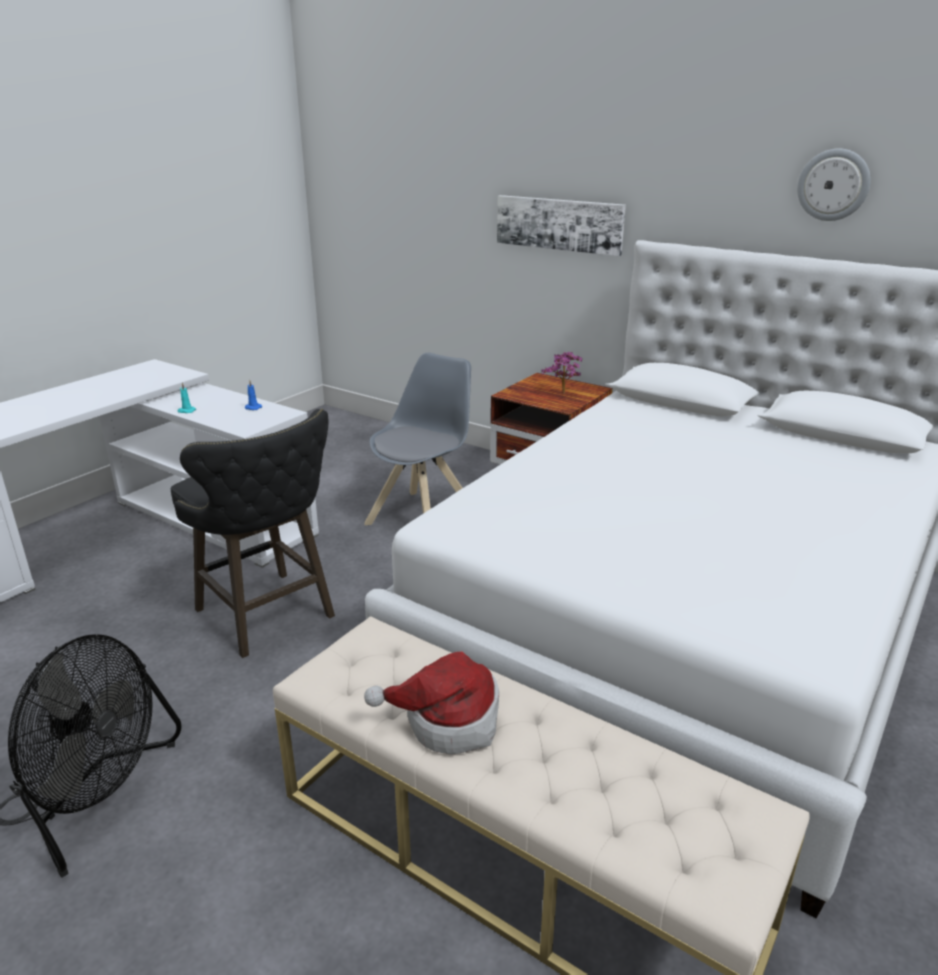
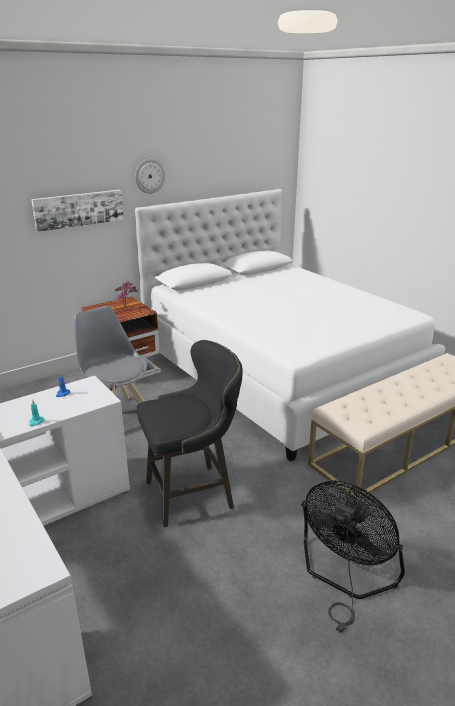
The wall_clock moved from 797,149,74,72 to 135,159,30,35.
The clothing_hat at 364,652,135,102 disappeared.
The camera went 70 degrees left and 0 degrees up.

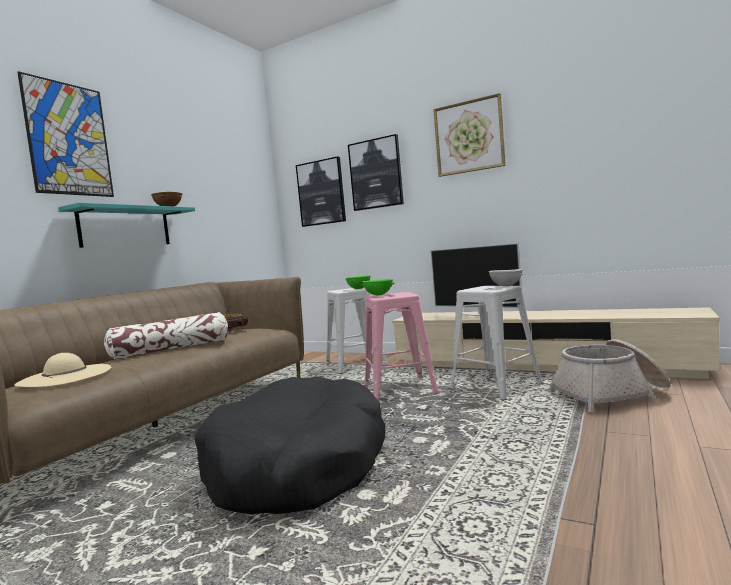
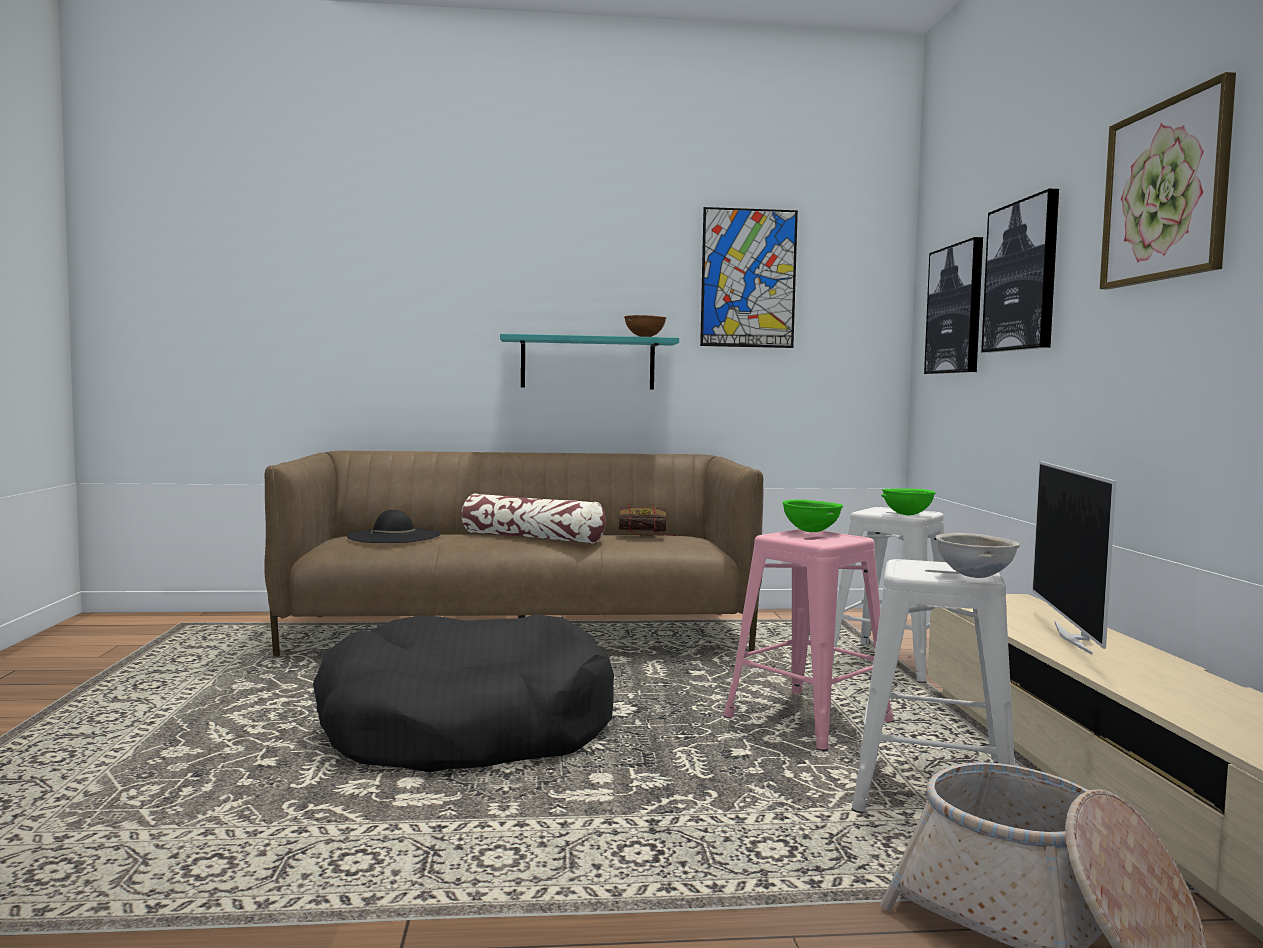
The beige-coloured_clothing_hat at 14,353,97,34 became the blackish_clothing_hat at 347,510,94,33.
The picture moved from 17,71,97,126 to 700,207,98,141.
The camera went 55 degrees right and 0 degrees up.

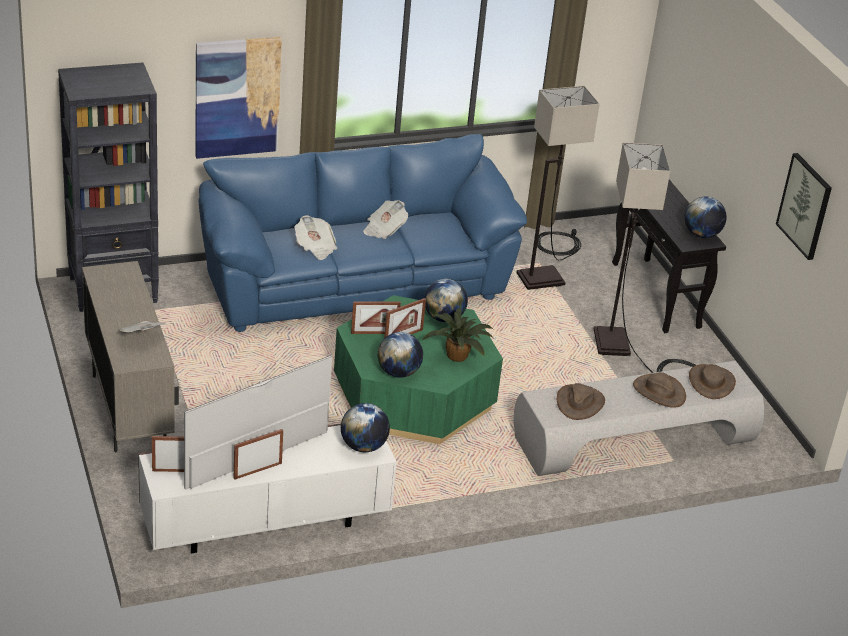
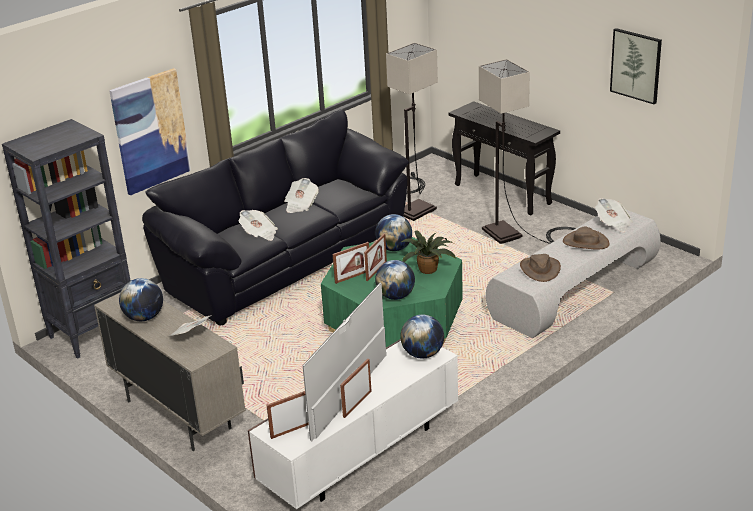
The desk_globe moved from 685,197,42,41 to 119,278,44,43.
The bluish_couch at 198,134,329,198 became the blackish_couch at 142,109,267,216.
The brownish_clothing_hat at 689,364,47,35 was replaced by the daily_paper at 595,198,38,34.
The camera went 20 degrees left and 5 degrees down.

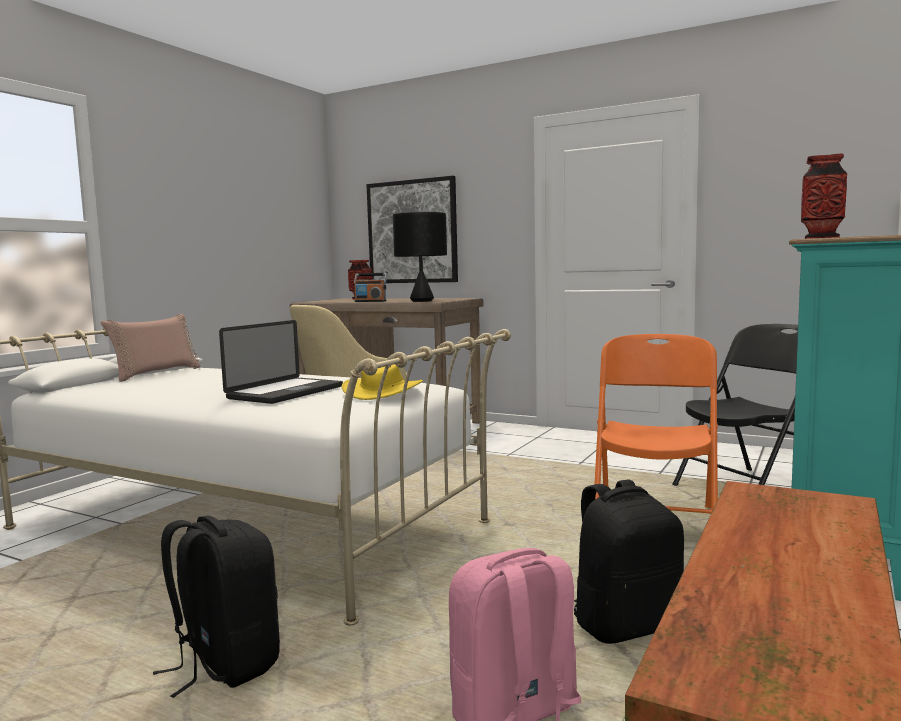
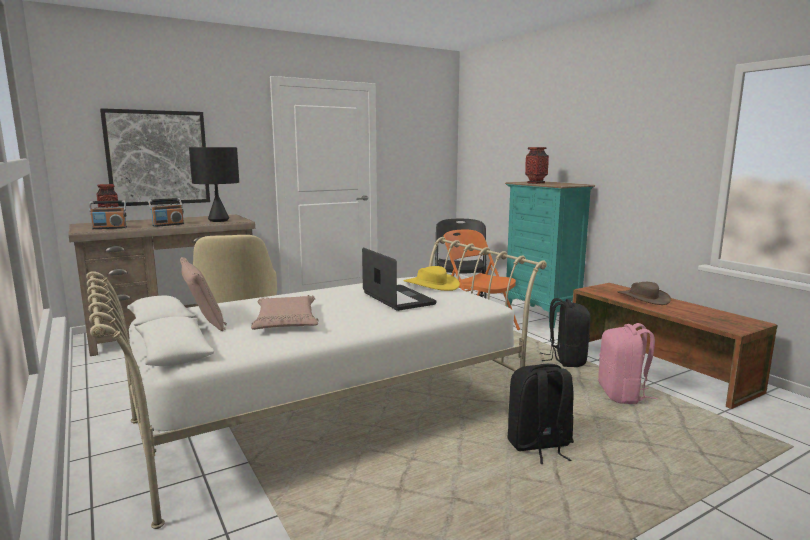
The radio_set at 89,201,38,28 appeared.
The beige-coloured_cushion at 251,295,67,35 appeared.
The brownish_clothing_hat at 618,282,53,23 appeared.
The camera went 60 degrees left and 5 degrees up.

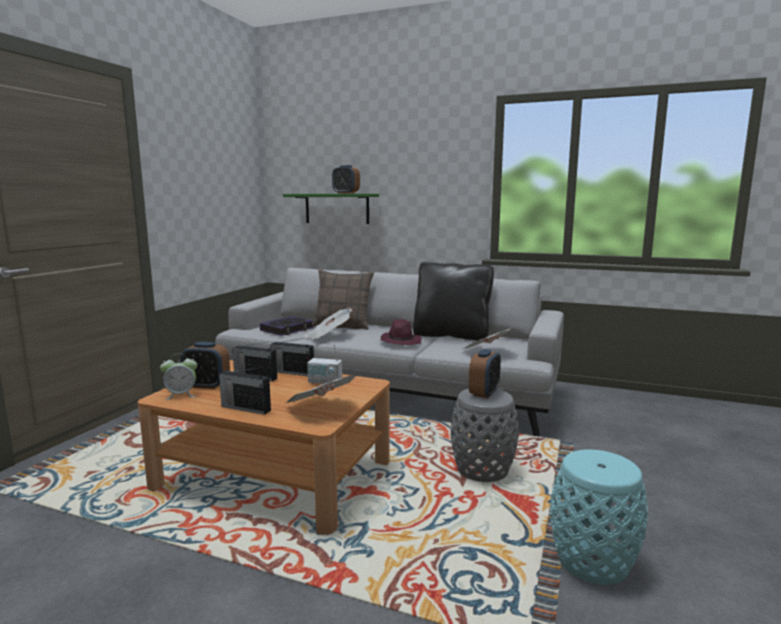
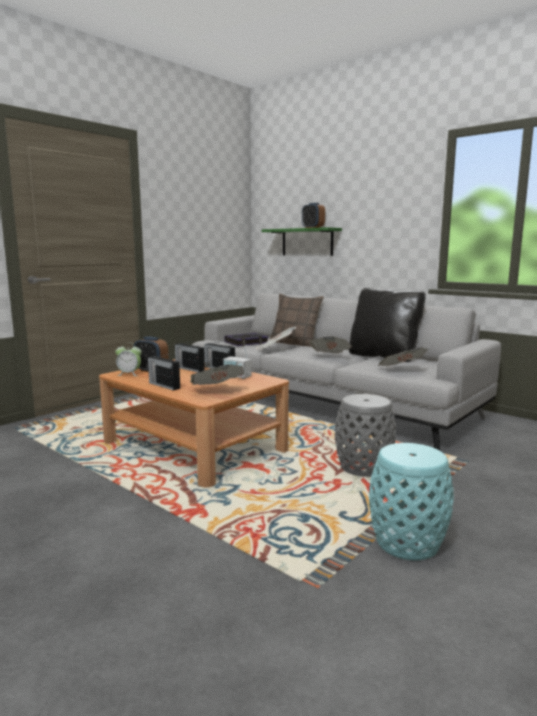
The purplish_clothing_hat at 381,319,40,26 was replaced by the daily_paper at 309,336,43,17.
The table_clock at 469,349,32,49 disappeared.
The camera went 20 degrees right and 0 degrees up.

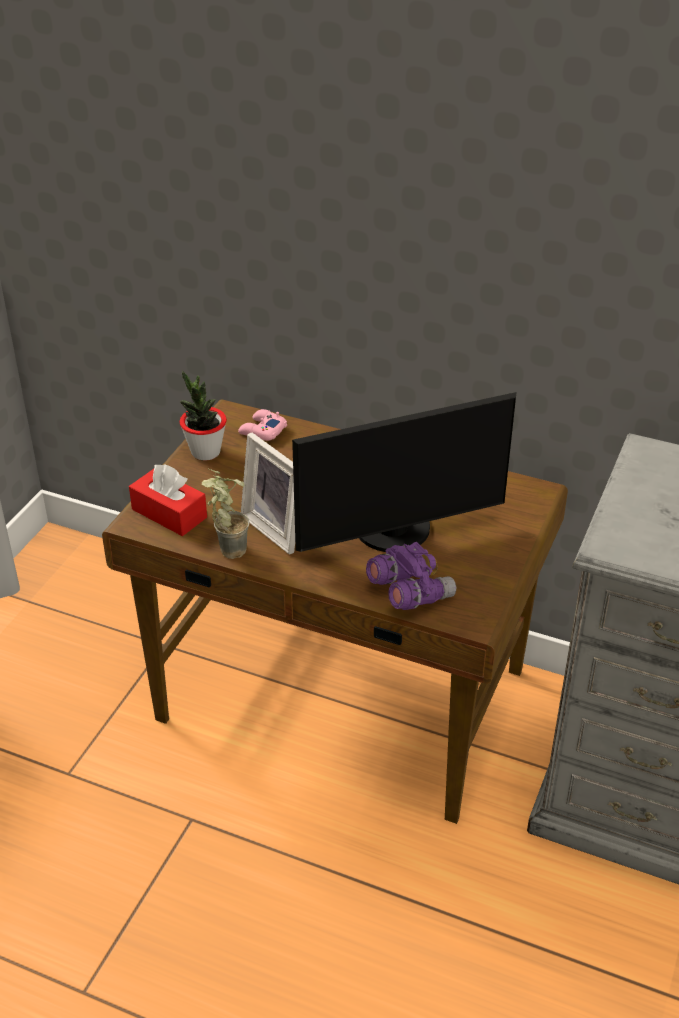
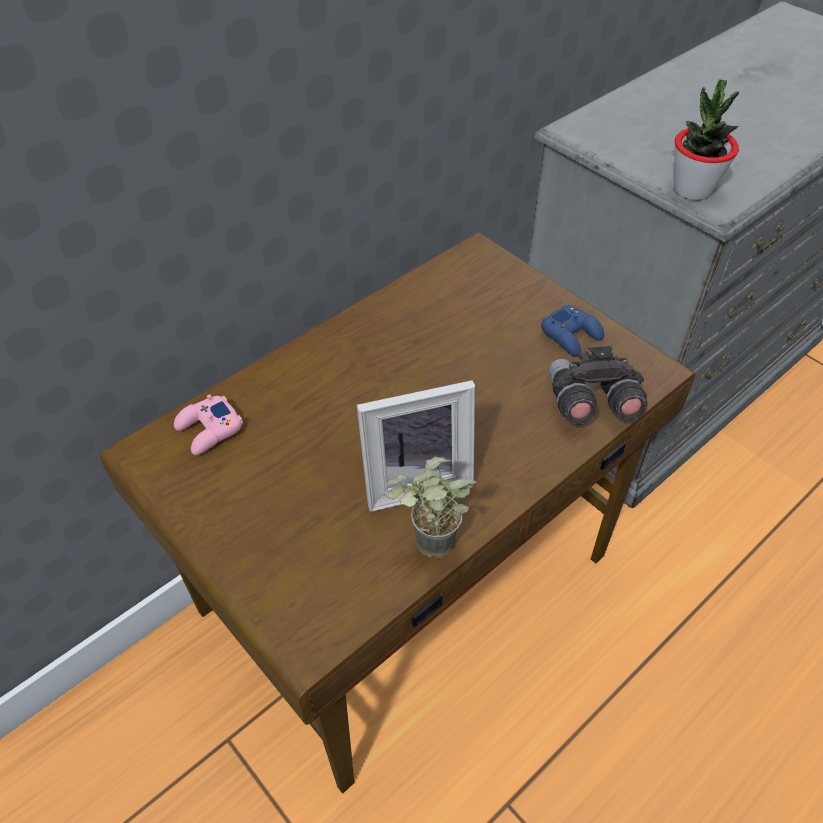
The bluish_joypad at 541,304,63,53 appeared.
The purplish_field_glasses at 366,542,90,68 became the gray_field_glasses at 548,346,100,78.
The potted_plant moved from 180,371,47,90 to 674,79,65,121.
The red_tissue_box at 129,464,78,72 disappeared.
The computer_screen at 292,392,224,160 disappeared.
The camera went 65 degrees left and 10 degrees up.

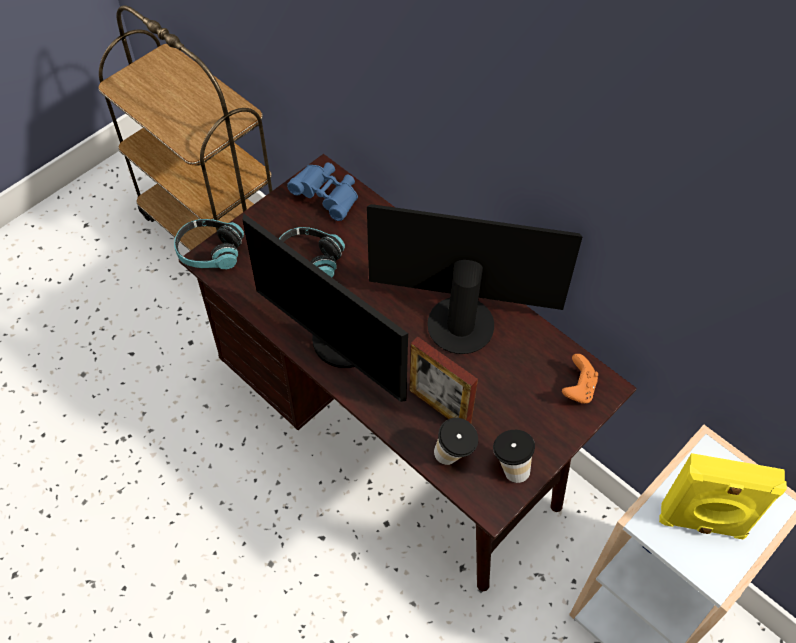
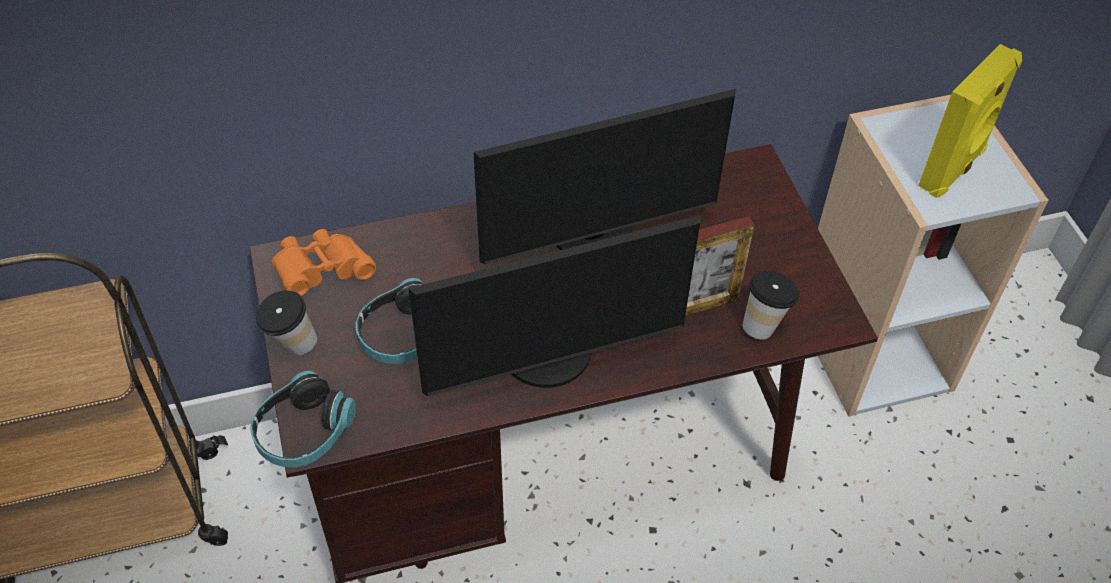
The small_cup moved from 493,430,42,53 to 256,290,61,65.
The bluish_field_glasses at 287,163,71,58 became the orange_field_glasses at 272,229,104,67.
The computer_screen at 367,204,215,150 turned 150 degrees counterclockwise.
The orange_joypad at 562,354,36,49 disappeared.
The camera went 60 degrees left and 5 degrees down.

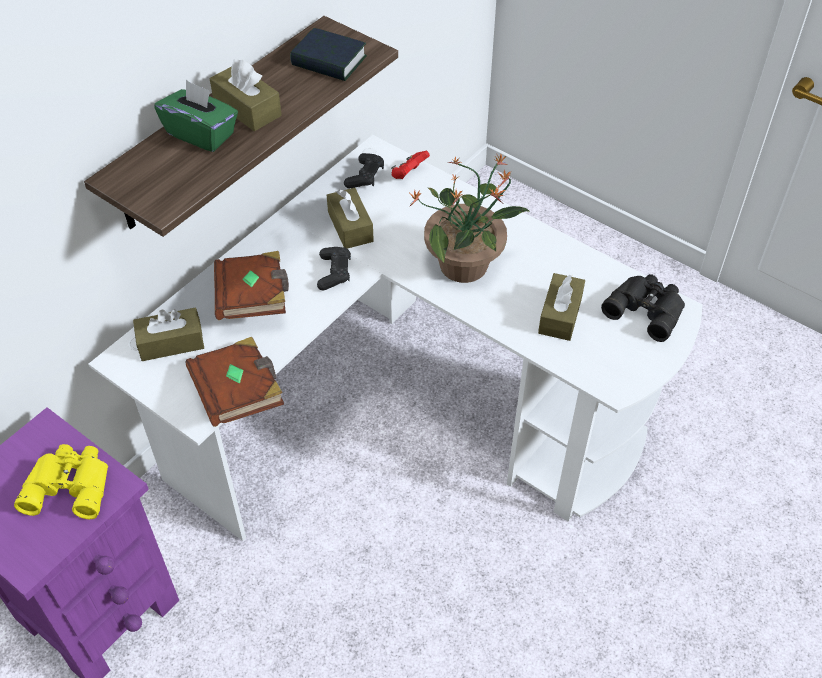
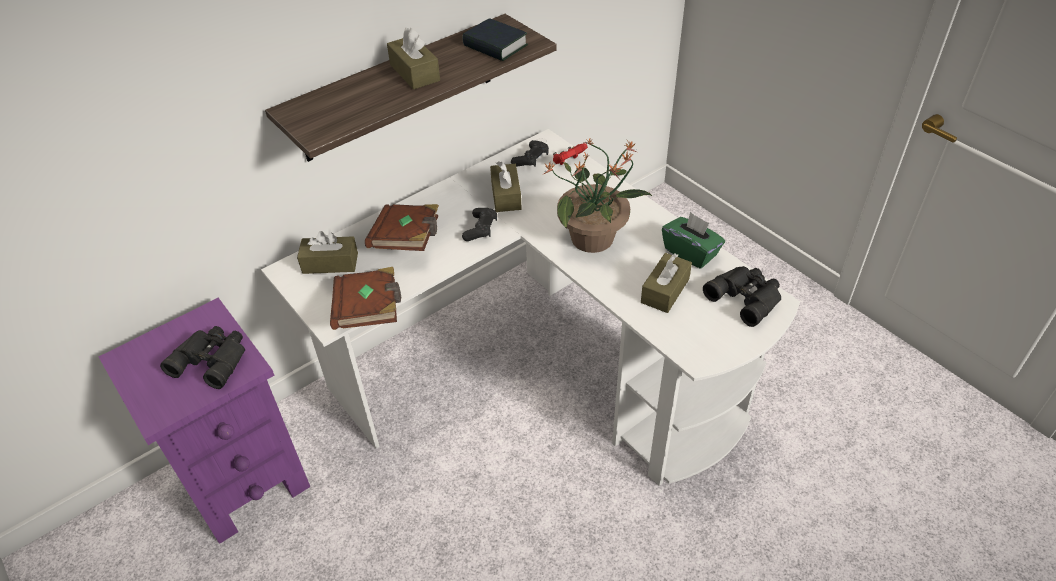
The yellow_field_glasses at 14,444,94,75 became the blackish_field_glasses at 160,326,85,63.
The green_tissue_box moved from 154,80,84,72 to 662,212,63,57.
The camera went 15 degrees right and 5 degrees down.

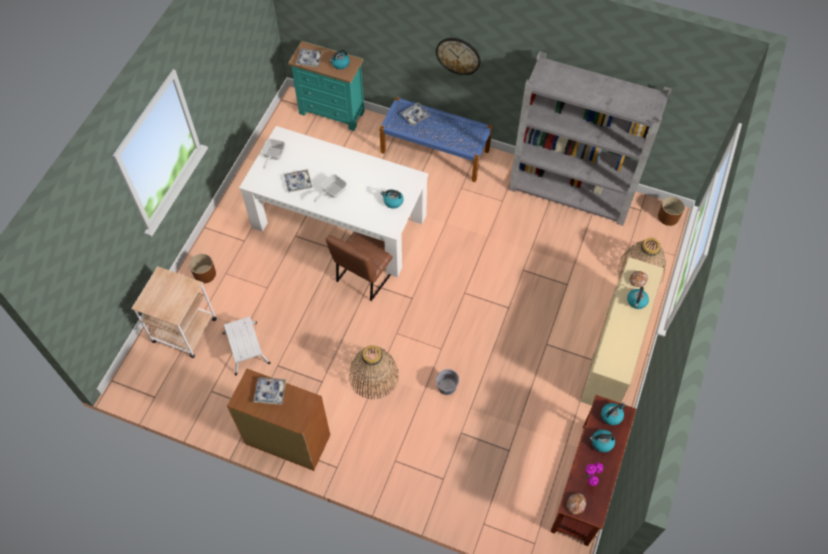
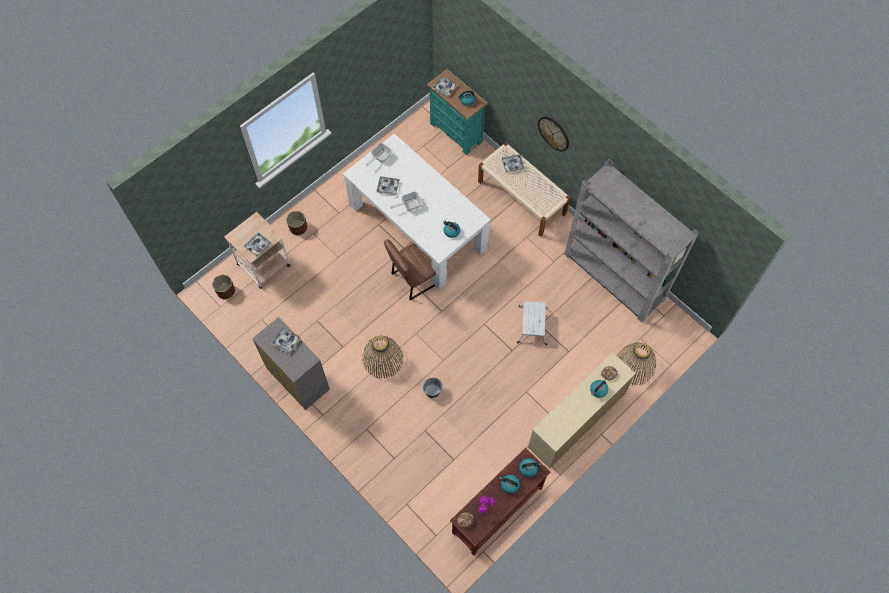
The brownish_planter moved from 658,197,27,29 to 212,275,23,24.
The carrying_tray at 244,232,28,25 appeared.
The brownish_storage_cabinet at 227,369,103,102 became the gray_storage_cabinet at 252,317,78,93.
The bluish_long_seat at 379,97,113,85 became the beige-coloured_long_seat at 478,142,93,95.
The white_step_ladder moved from 222,316,48,59 to 517,301,31,44.
The camera went 25 degrees right and 5 degrees up.

